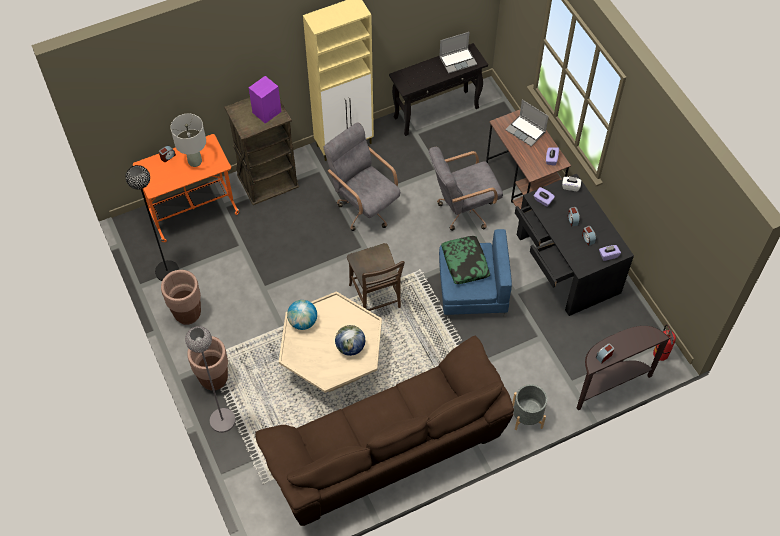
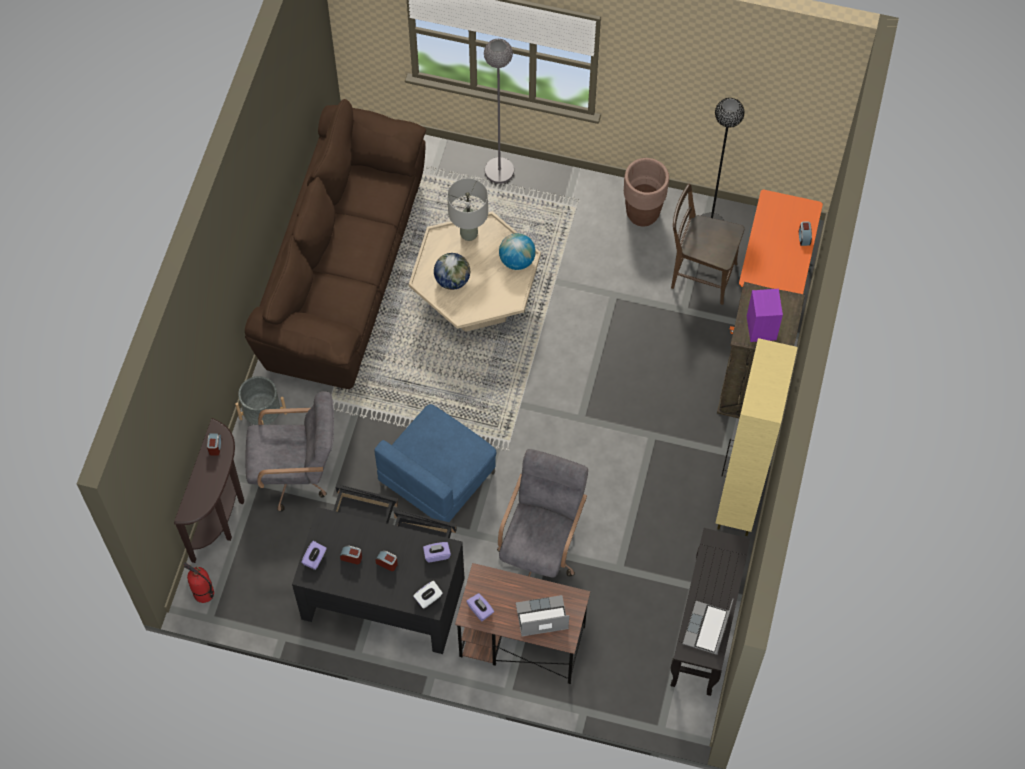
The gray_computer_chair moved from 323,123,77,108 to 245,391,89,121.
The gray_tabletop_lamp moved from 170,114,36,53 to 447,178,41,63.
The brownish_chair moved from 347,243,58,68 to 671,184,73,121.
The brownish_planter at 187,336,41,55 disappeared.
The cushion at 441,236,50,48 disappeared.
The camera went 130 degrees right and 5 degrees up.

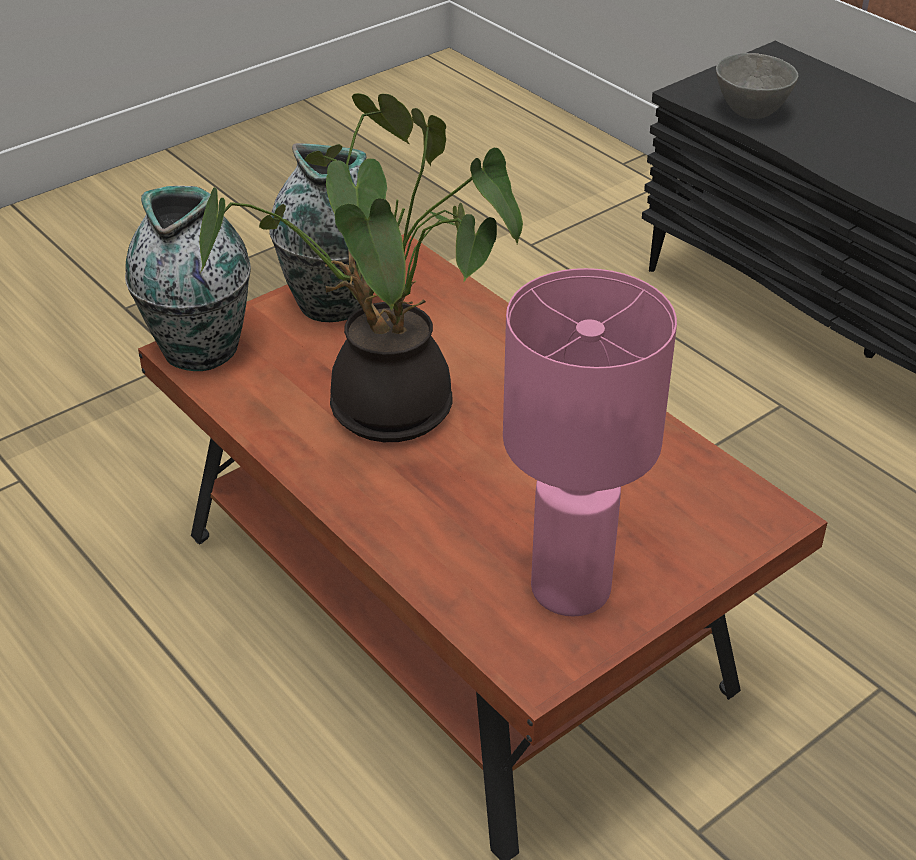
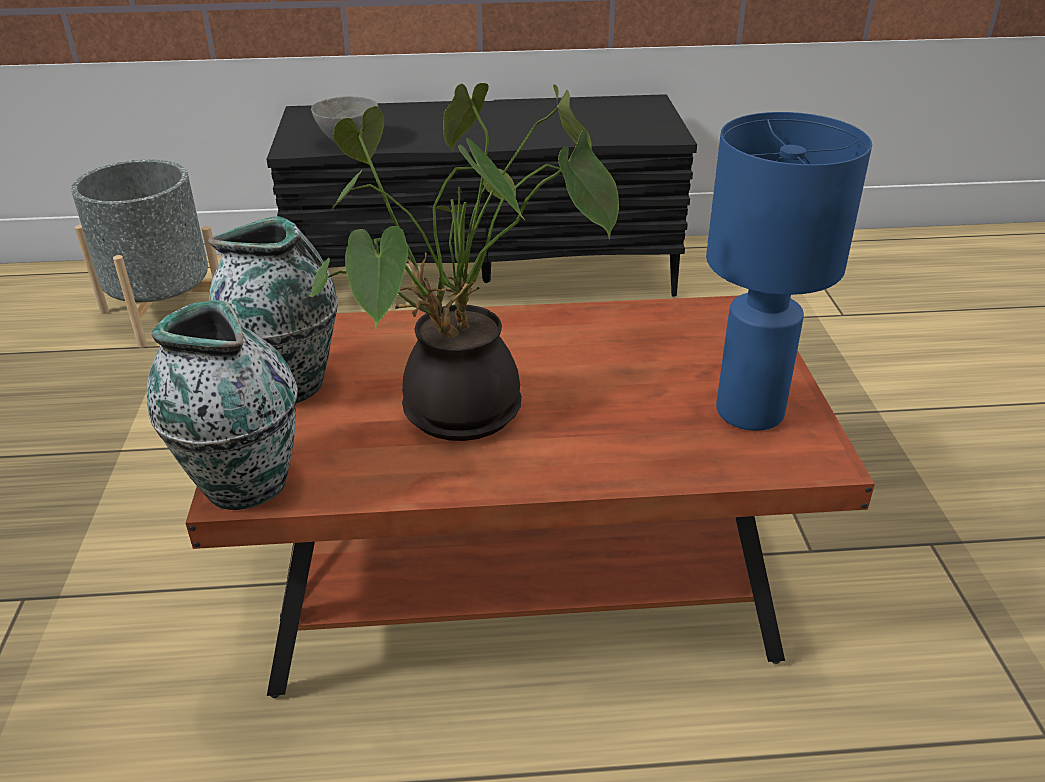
The gray_planter at 71,159,148,189 appeared.
The pink-coloured_tabletop_lamp at 503,268,174,349 became the bluish_tabletop_lamp at 706,112,166,319.
The camera went 55 degrees left and 5 degrees down.

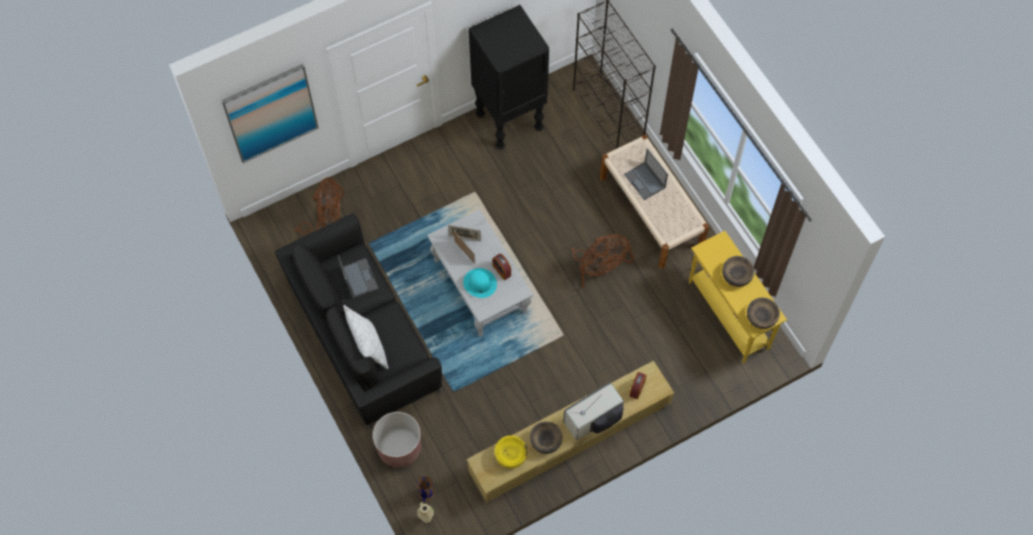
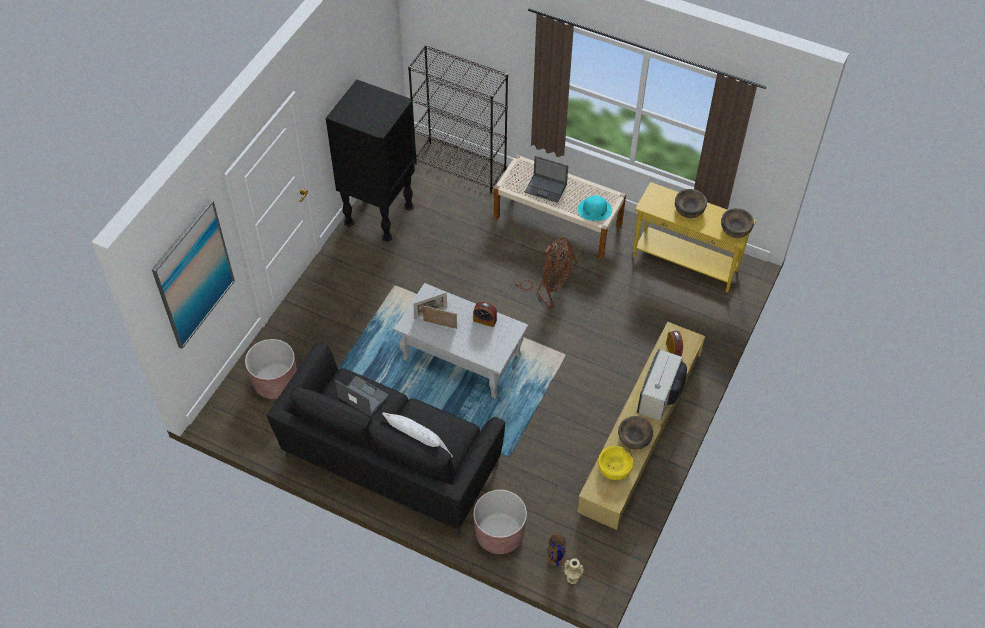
The brownish_electric_fan at 294,177,50,57 was replaced by the brownish_planter at 245,339,51,60.
The blue-green_clothing_hat moved from 463,268,34,30 to 578,195,34,26.
The camera went 35 degrees left and 10 degrees down.

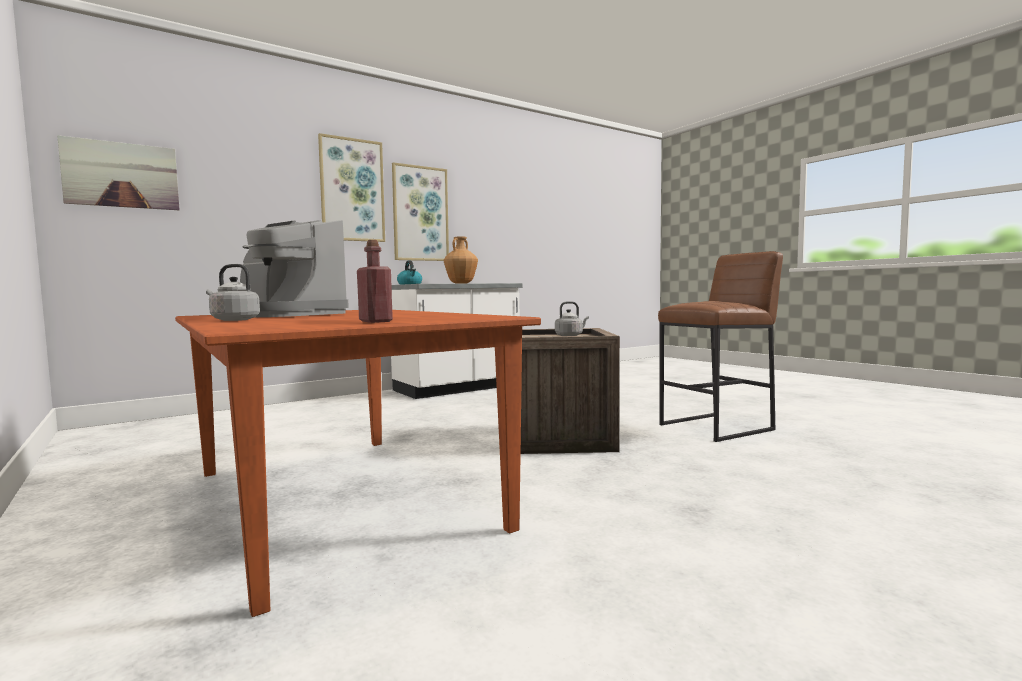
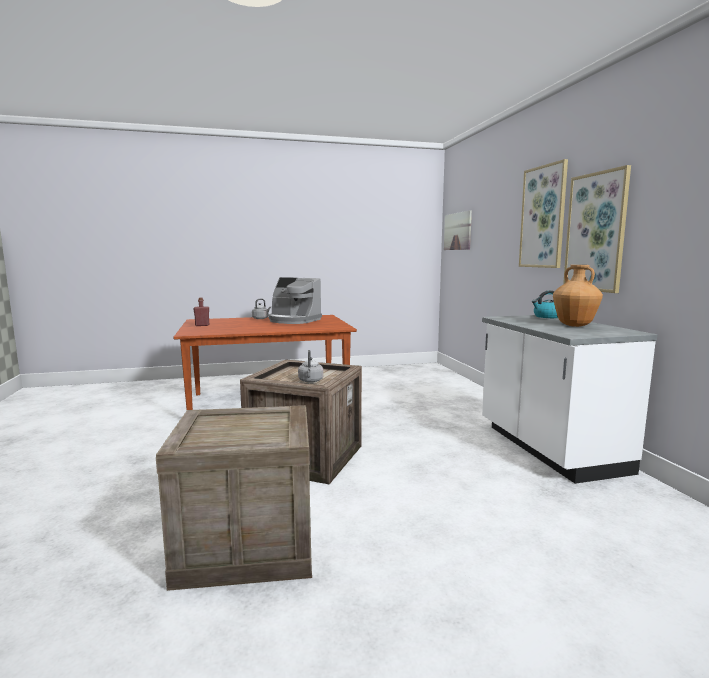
The brownish_stool_seat at 658,251,125,191 was replaced by the packing_crate at 156,405,156,186.
The coffee_brewer at 240,220,109,97 turned 120 degrees counterclockwise.
The camera went 110 degrees right and 5 degrees up.

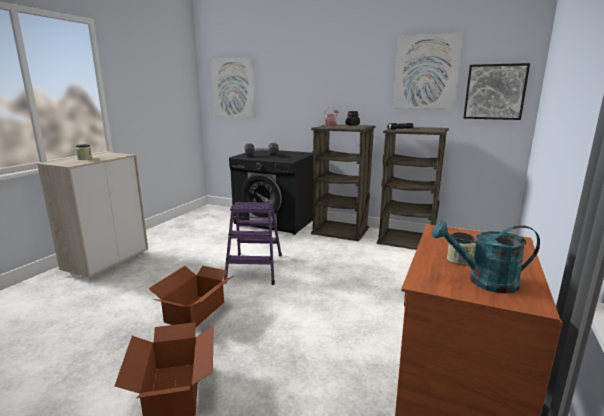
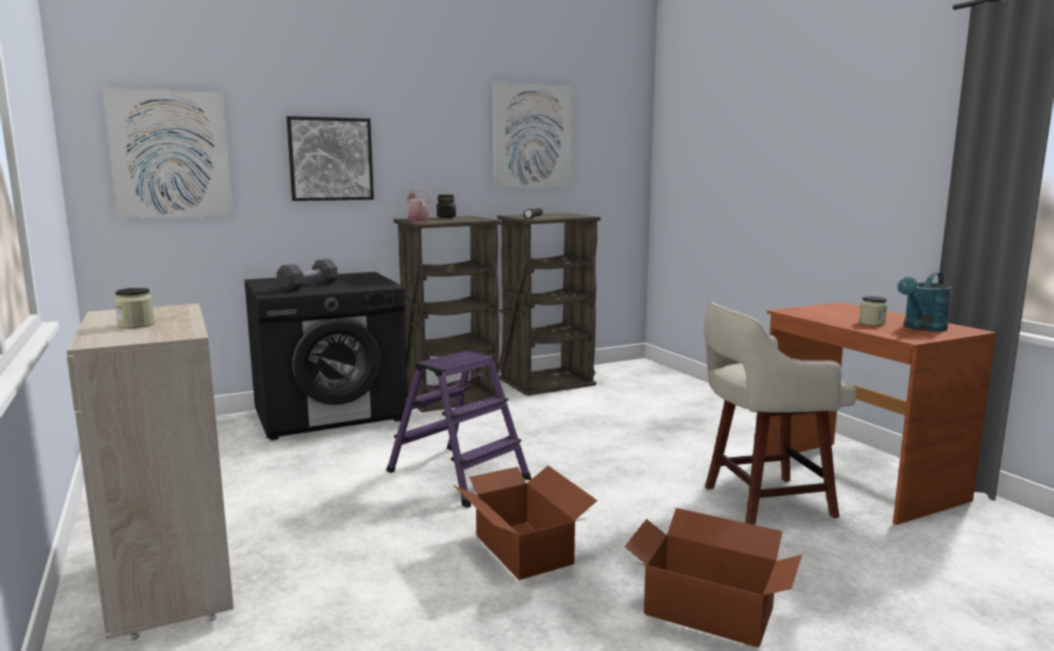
The picture moved from 463,63,67,57 to 286,116,88,85.
The beige-coloured_stool_seat at 704,302,153,223 appeared.
The camera went 50 degrees left and 5 degrees down.

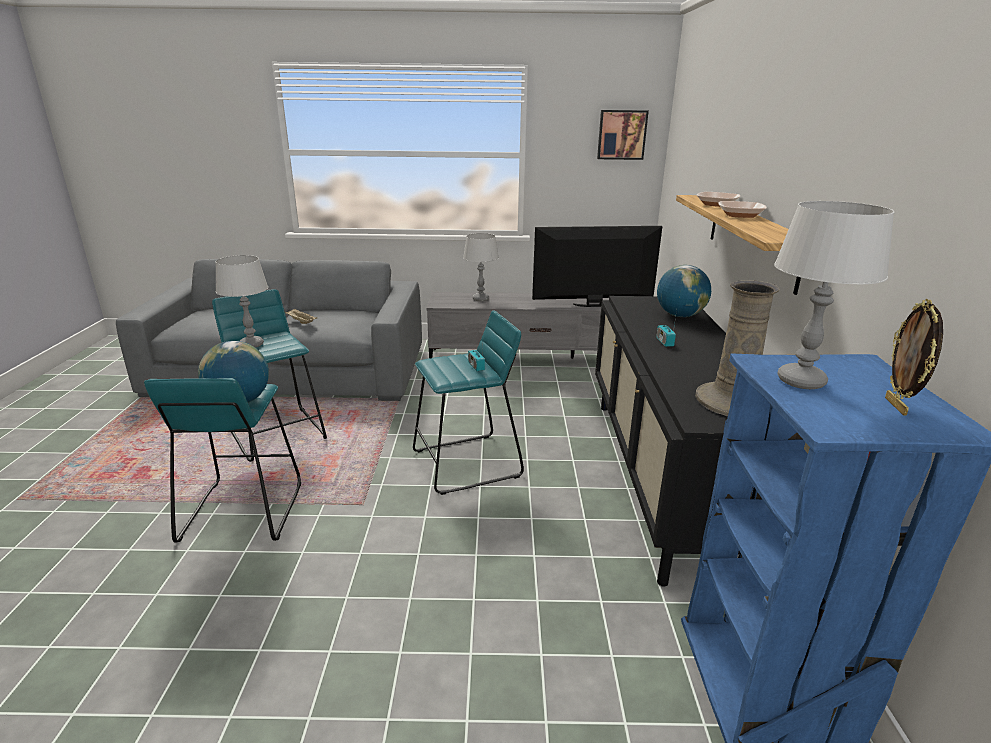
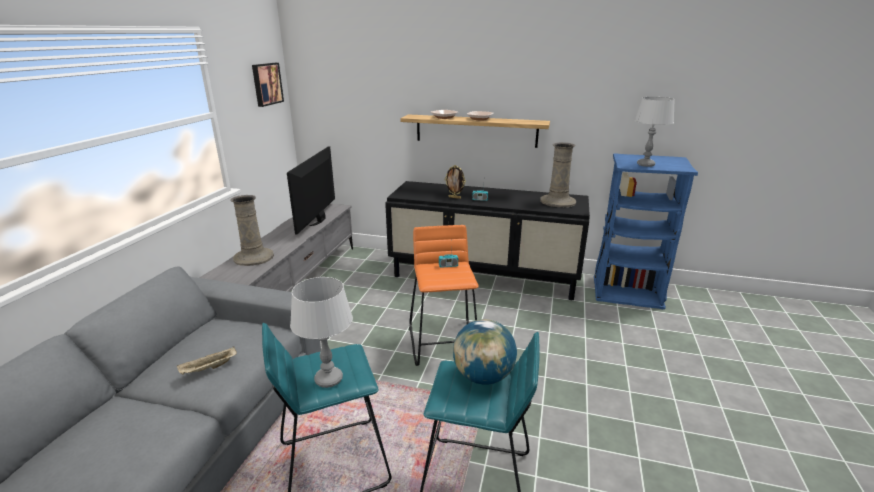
The gray_tabletop_lamp at 463,233,36,68 was replaced by the beige-coloured_flower_vase at 230,195,44,71.
The blue-green_stool_seat at 413,310,111,185 became the orange_stool_seat at 409,225,70,141.
The photo_frame moved from 885,299,58,117 to 445,165,21,34.
The desk_globe at 657,265,54,52 disappeared.
The camera went 75 degrees left and 0 degrees up.

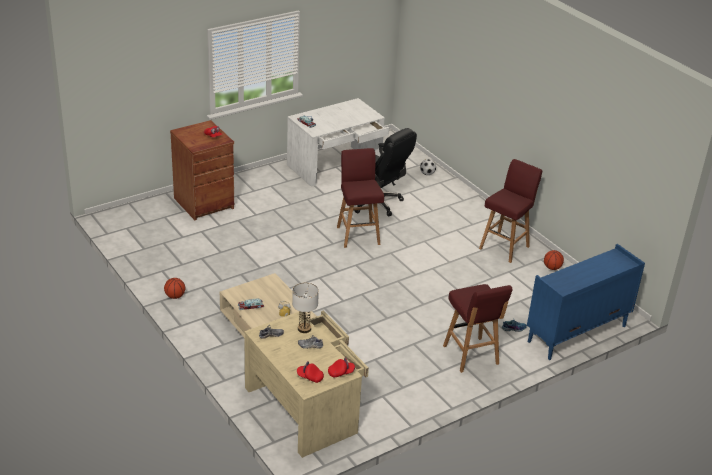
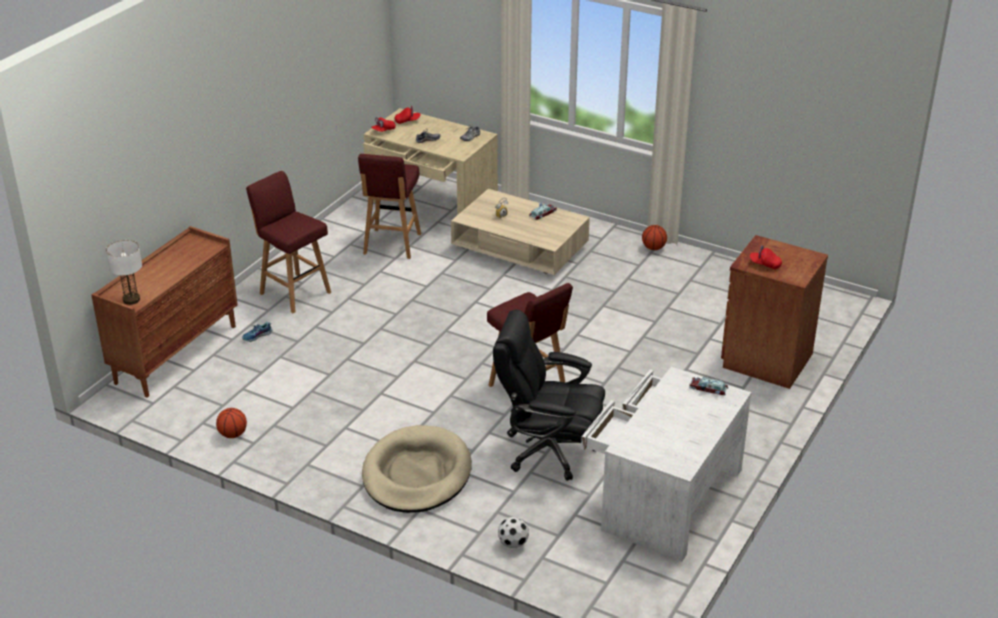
The bluish_storage_cabinet at 527,244,118,116 became the brownish_storage_cabinet at 91,226,147,171.
The tabletop_lamp moved from 292,283,27,50 to 106,240,36,65.
The red_stool_seat moved from 479,159,64,104 to 358,154,63,105.
The beige-coloured_dog_cushion at 362,425,110,88 appeared.
The camera went 155 degrees right and 0 degrees up.

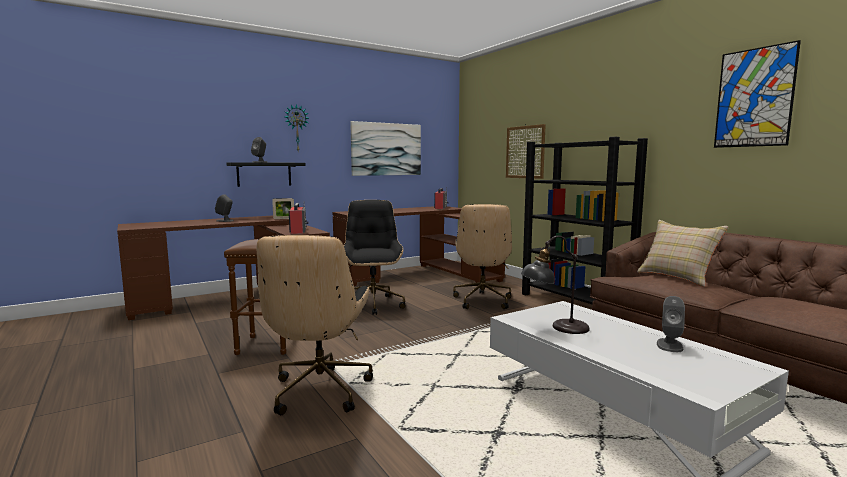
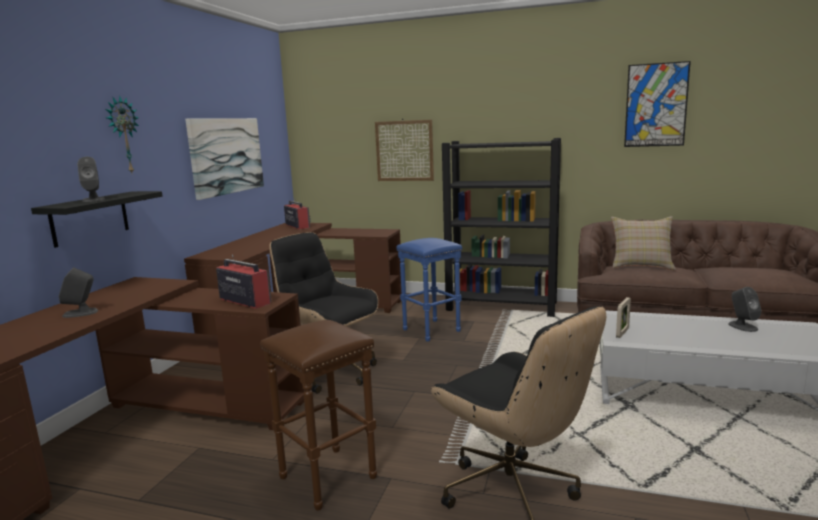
The blackish_computer_chair at 453,204,59,105 was replaced by the bluish_stool_seat at 396,238,66,103.
The photo_frame moved from 272,198,22,21 to 616,297,15,41.
The gray_tabletop_lamp at 521,235,69,99 disappeared.
The camera went 40 degrees left and 5 degrees up.

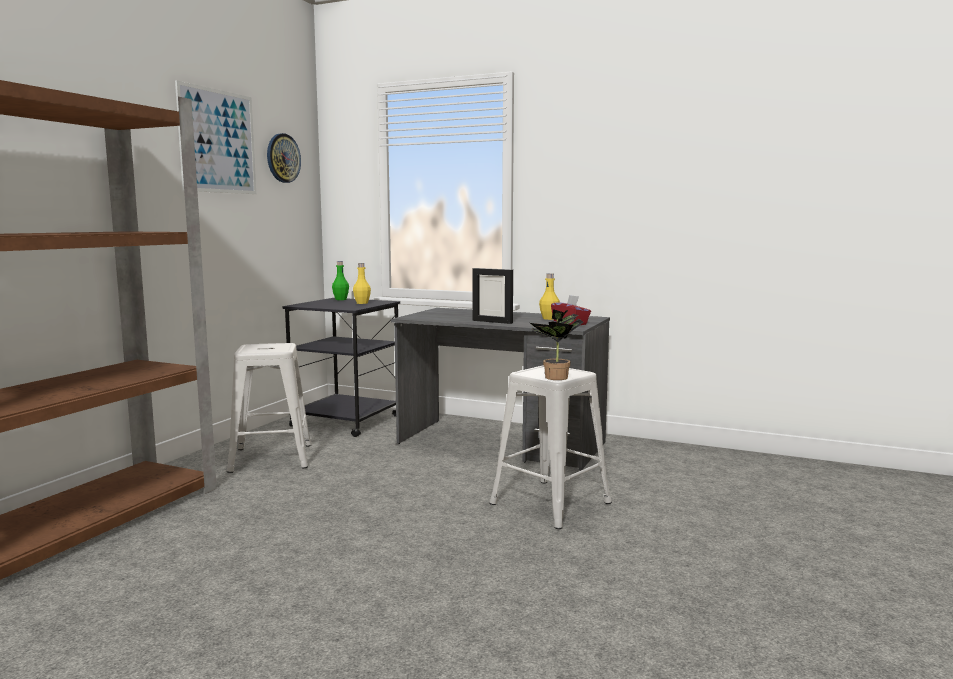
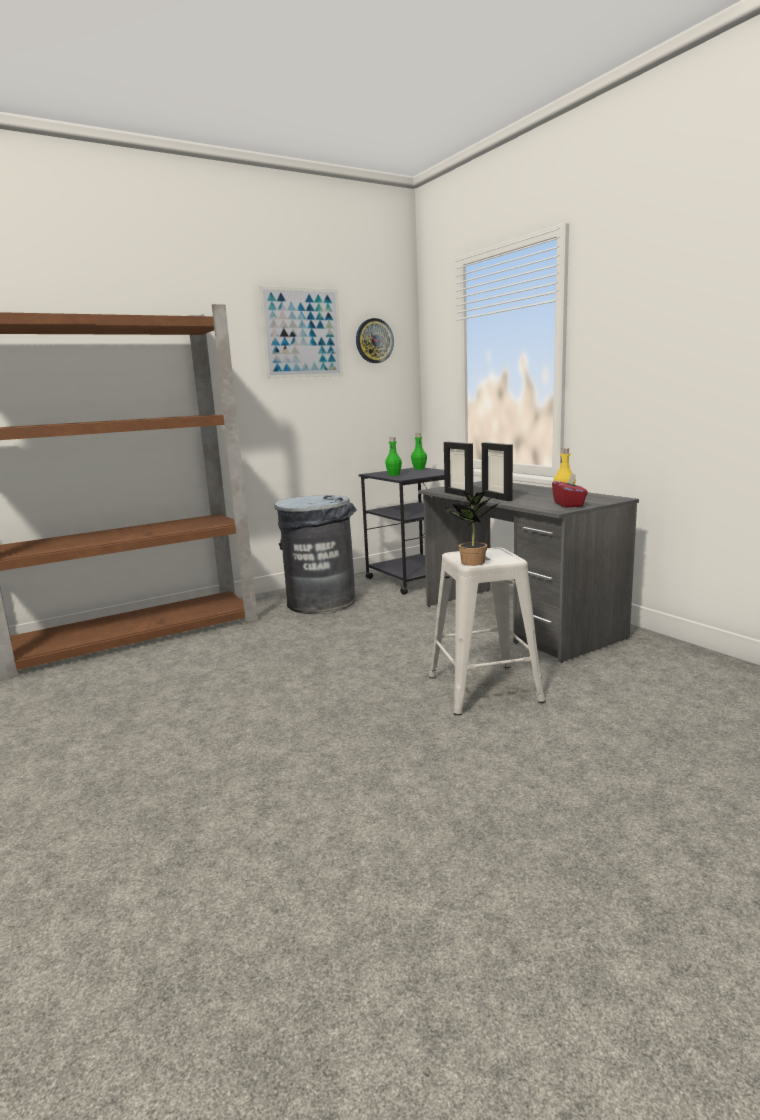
The white_stool_seat at 227,343,85,130 was replaced by the gray_waste_bin at 274,495,83,119.
The green_drink_bottle at 385,437,17,39 appeared.
The photo_frame at 444,442,29,55 appeared.
The yellow_drink_bottle at 353,263,18,41 disappeared.
The camera went 35 degrees right and 5 degrees up.

